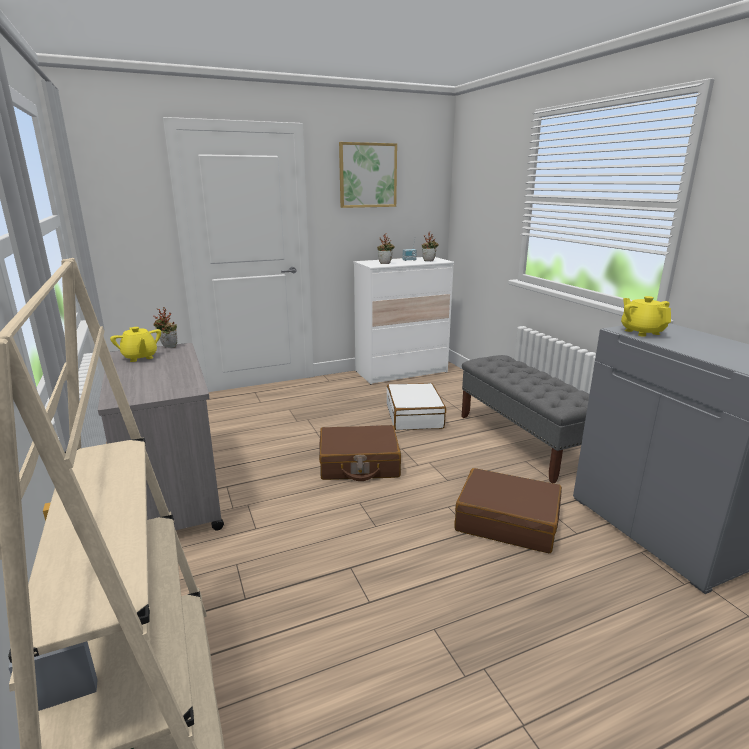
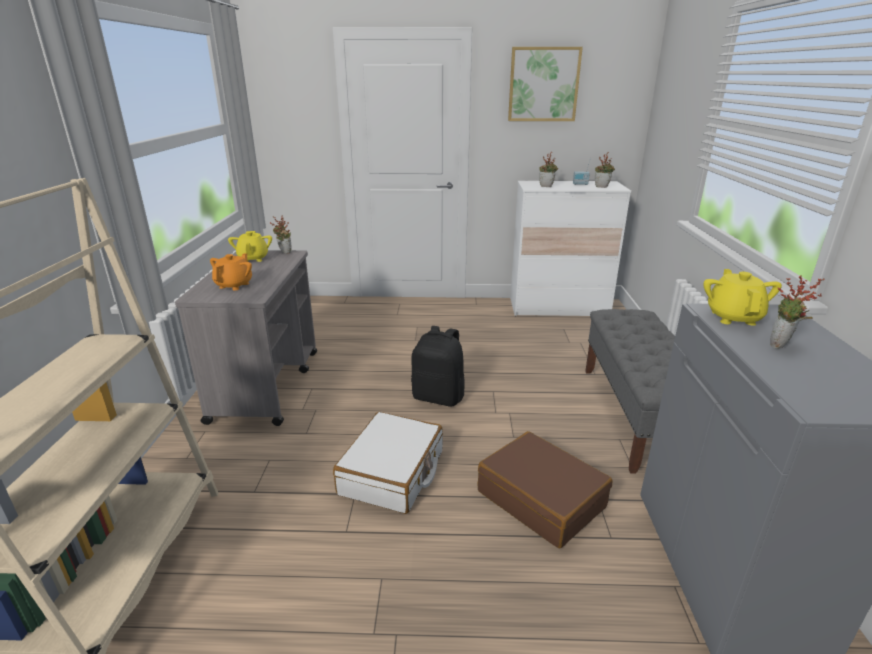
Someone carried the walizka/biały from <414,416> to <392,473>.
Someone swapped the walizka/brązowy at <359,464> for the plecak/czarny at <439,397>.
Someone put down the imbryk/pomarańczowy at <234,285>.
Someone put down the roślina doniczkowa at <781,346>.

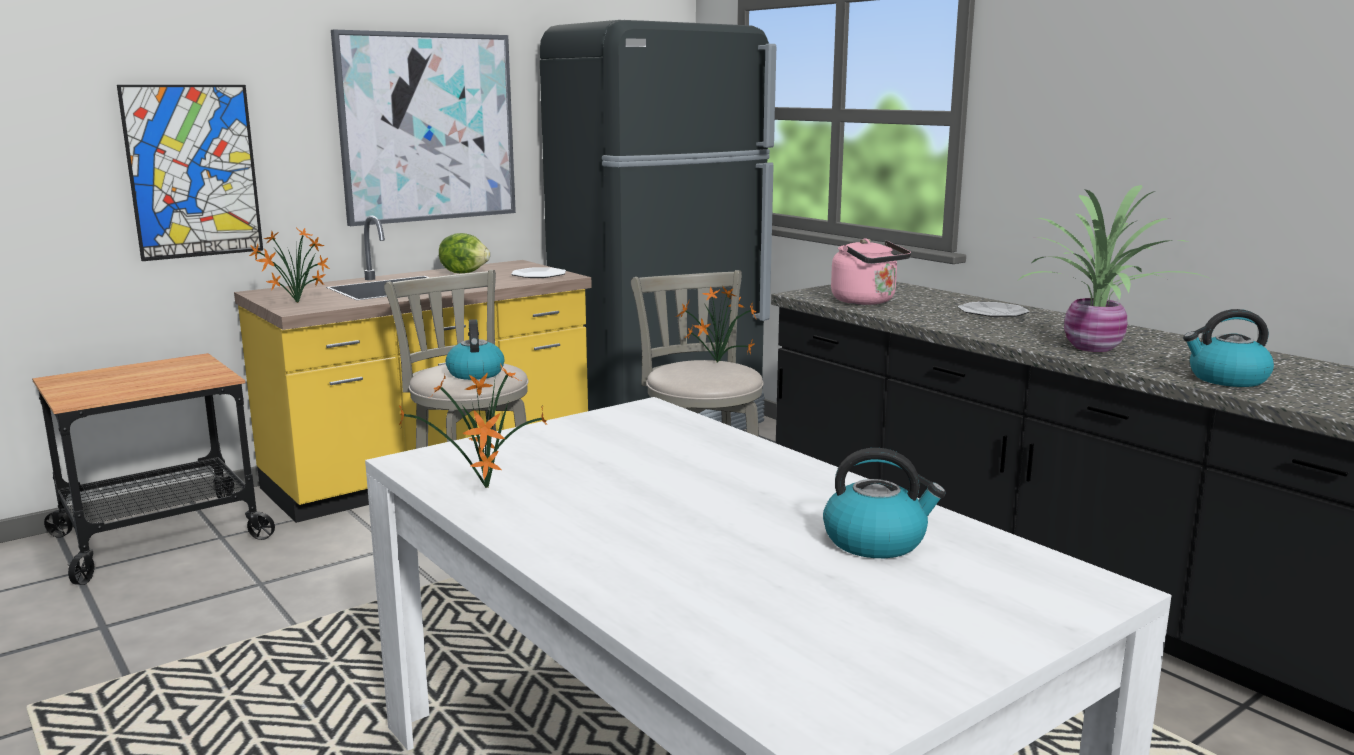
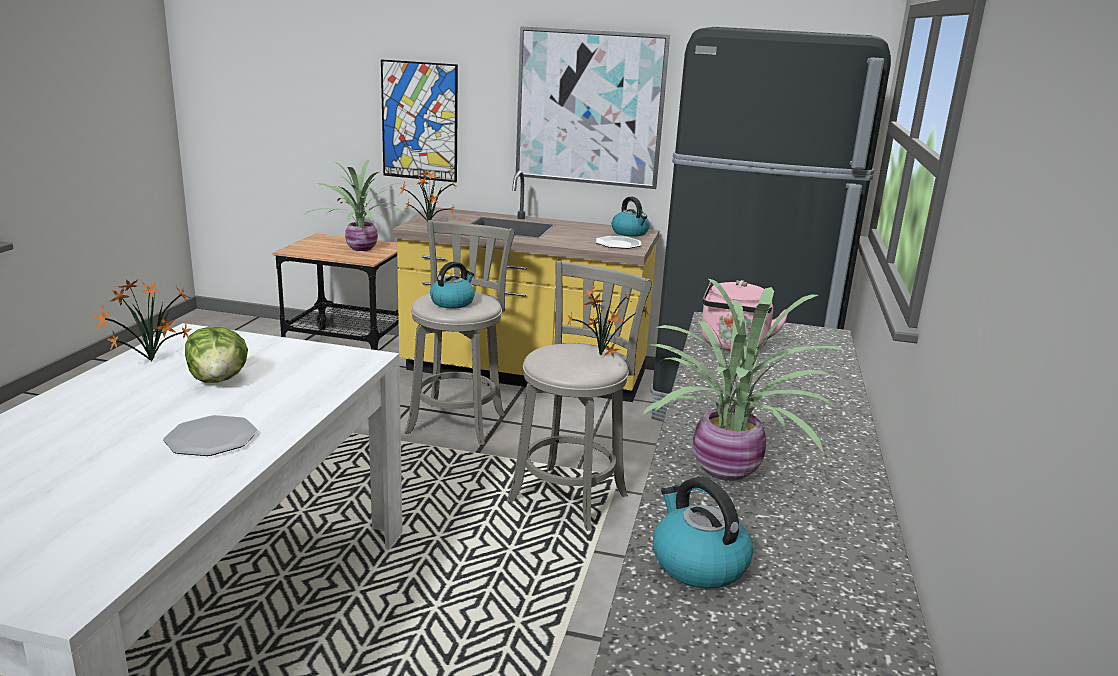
Someone carried the sałata from <465,273> to <219,380>.
Someone carried the talerz from <992,312> to <211,438>.
Someone carried the czajnik from <876,541> to <630,233>.
Someone put down the roślina doniczkowa at <360,248>.

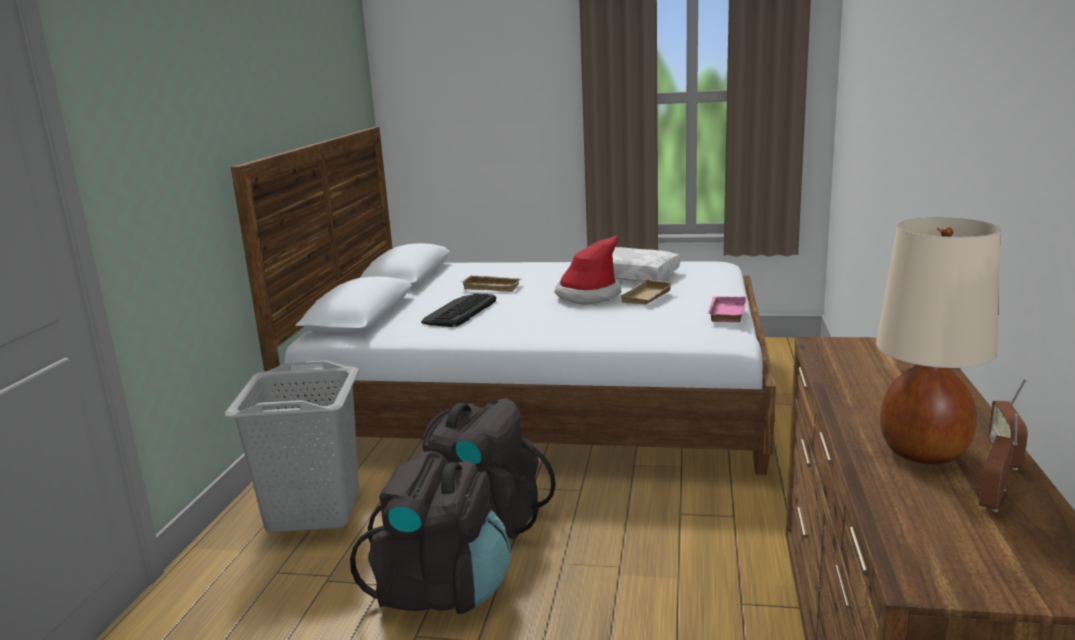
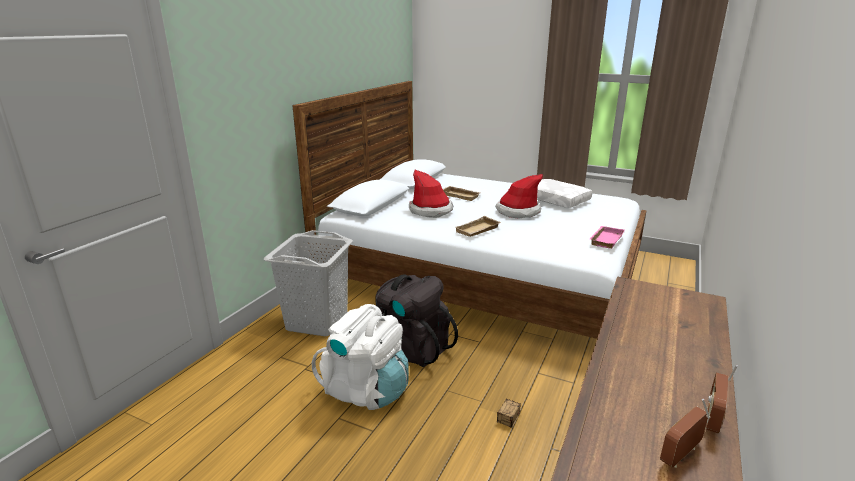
Someone took away the lampa stołowa/beżowy at <923,453>.
Someone carried the taca/beżowy from <648,297> to <478,230>.
Someone swapped the klawiatura at <459,311> for the kapelusz at <431,210>.
Someone repainted the plecak/czarny at <440,589>, which became the plecak/biały at <366,390>.
Someone put down the pojemnik do przechowywania at <502,428>.

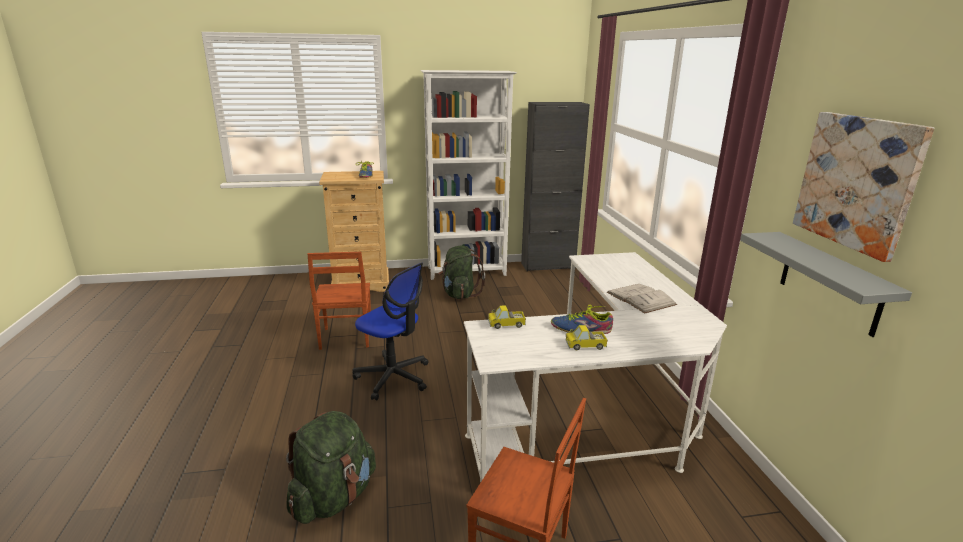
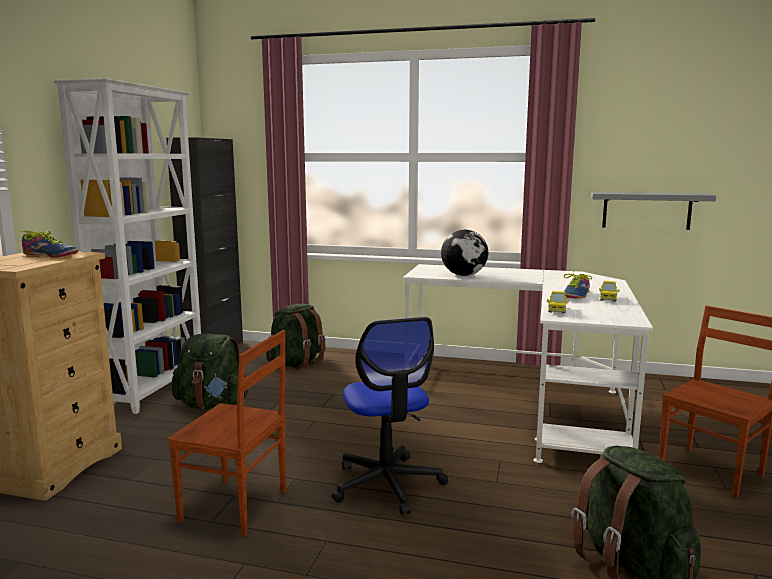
Someone took away the obraz at <857,182>.
Someone rotated the krzesło biurowe at <393,377> by 105 degrees clockwise.
Someone took away the książka/biały at <641,298>.
Someone put down the globus at <464,275>.
Someone put down the plecak/zielony at <297,363>.

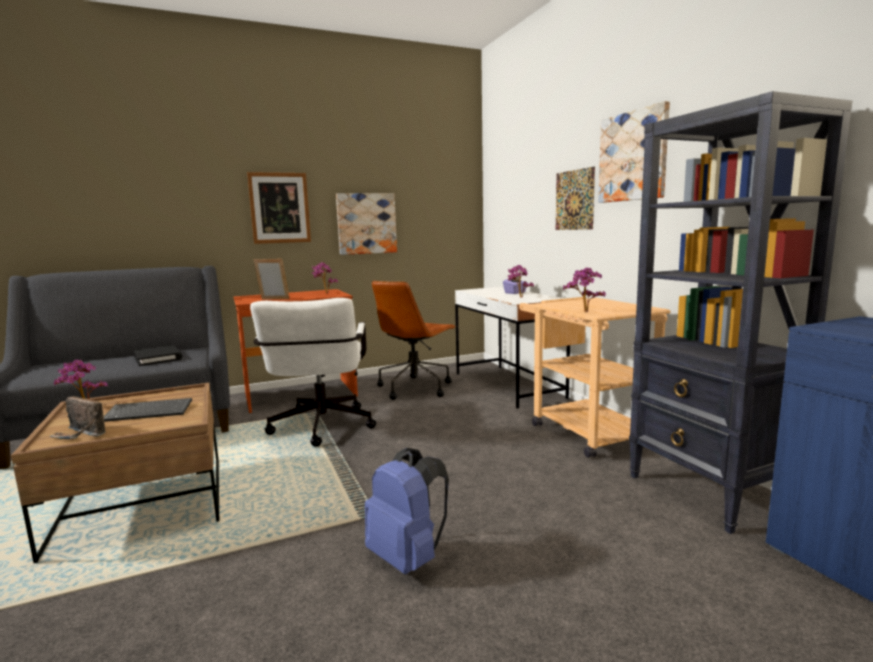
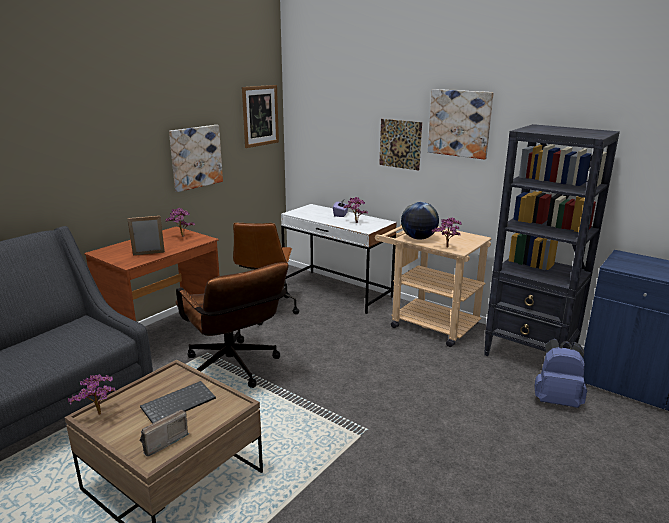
Someone carried the obraz from <279,208> to <260,116>.
Someone repainted the krzesło biurowe/biały at <321,429>, which became the krzesło biurowe/brązowy at <235,370>.
Someone took away the książka/czarny at <158,358>.
Someone rotated the radio at <80,434> by 135 degrees clockwise.
Someone carried the plecak/niebieski from <408,557> to <556,400>.
Someone put down the globus at <418,238>.

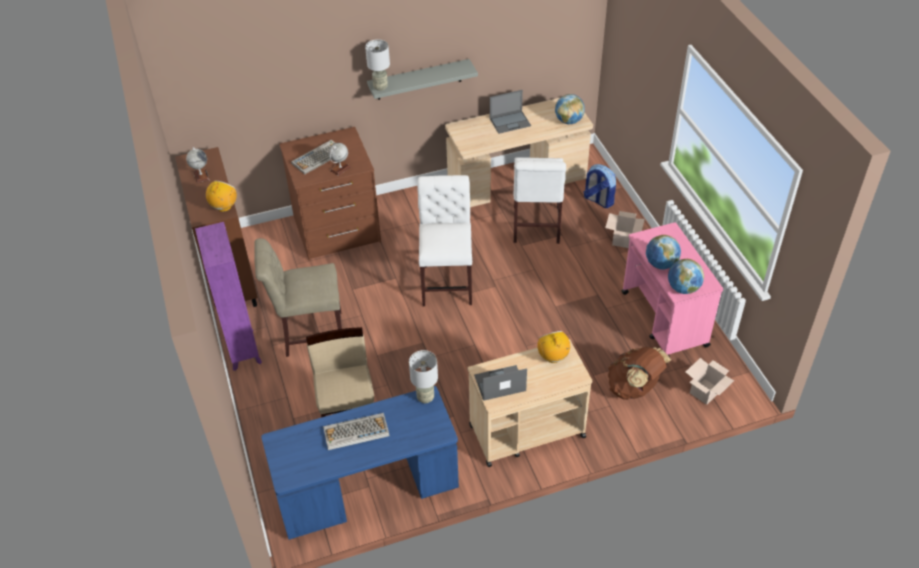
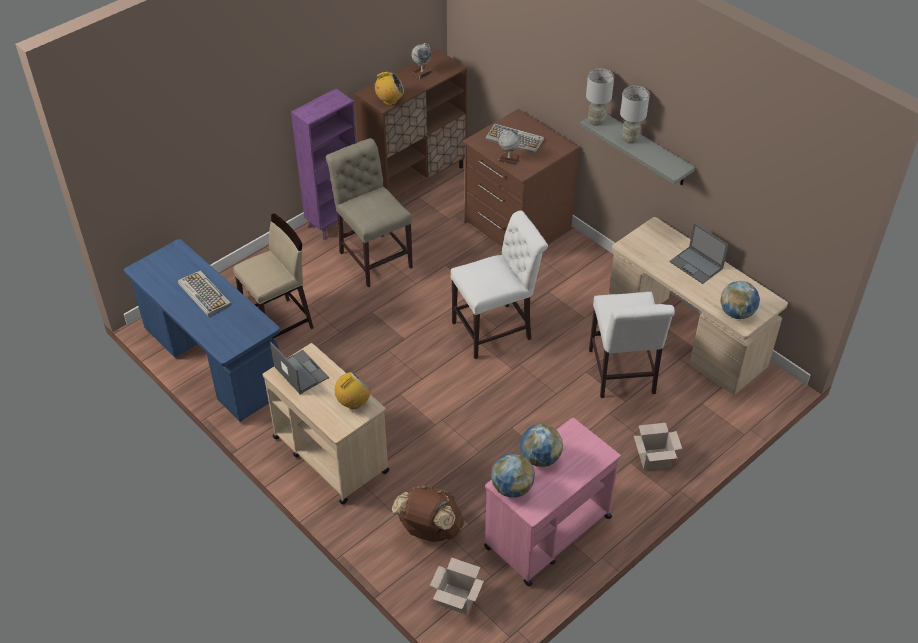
Someone rotated the krzesło/biały at <536,227> by 75 degrees counterclockwise.
Someone took away the plecak at <598,200>.
Someone carried the lampa stołowa/szary from <426,397> to <630,139>.

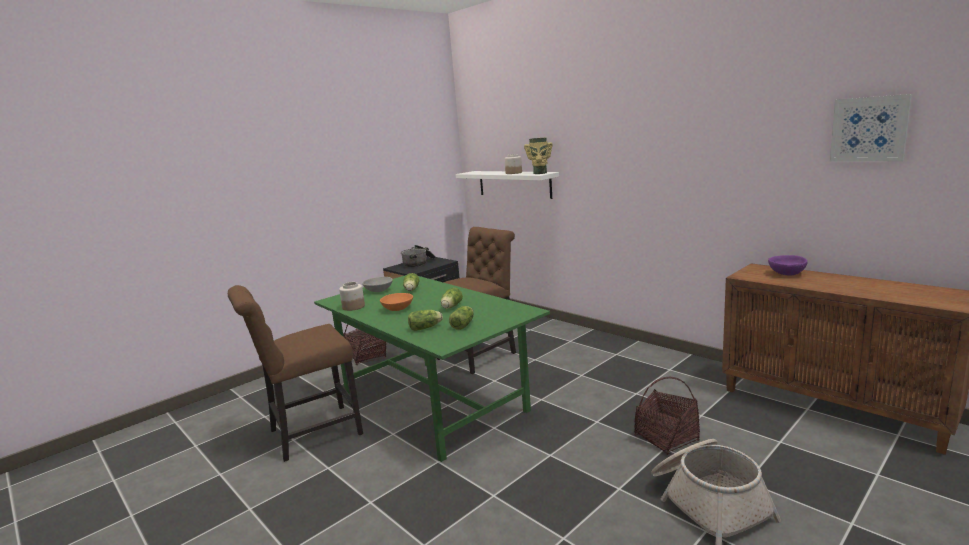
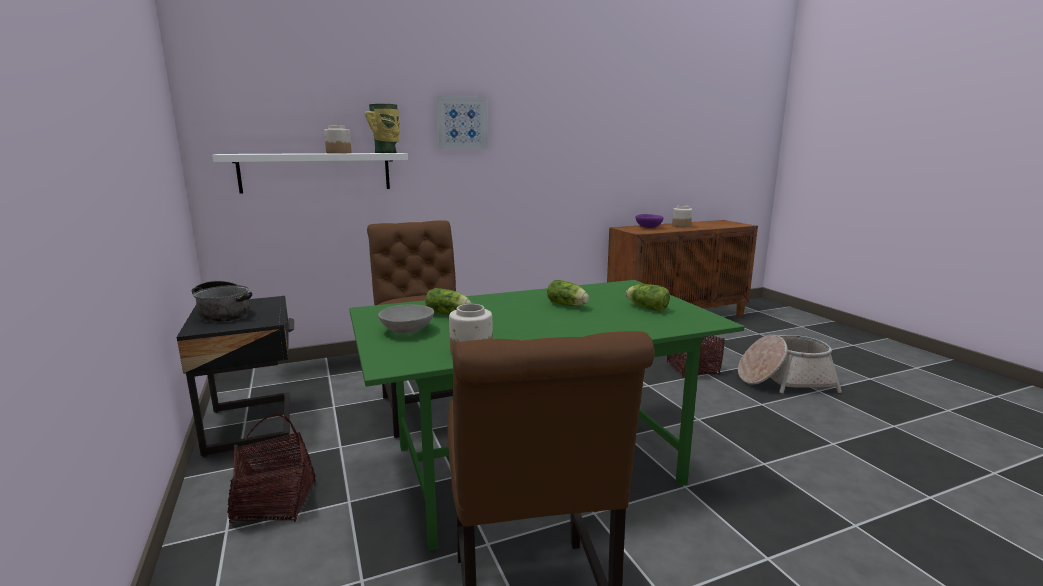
Someone carried the obraz from <869,129> to <462,123>.
Someone took away the miska/pomarańczowy at <397,309>.
Someone took away the sałata at <426,327>.
Someone put down the słoik at <681,226>.

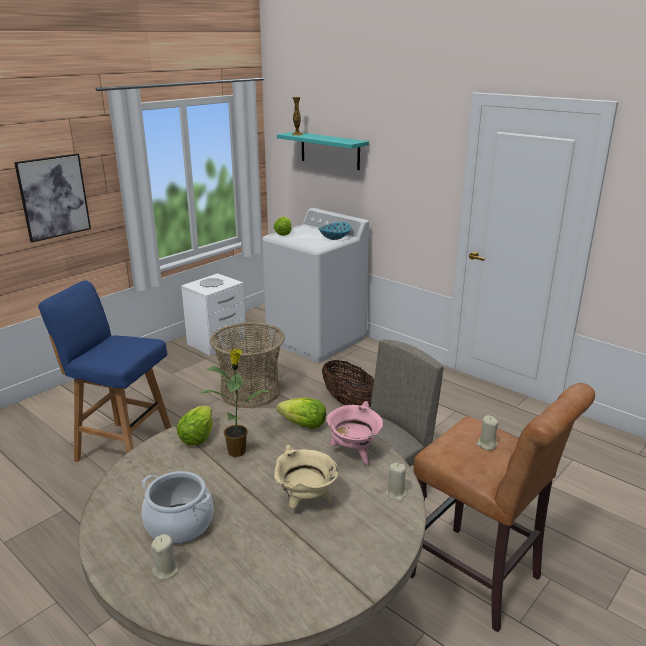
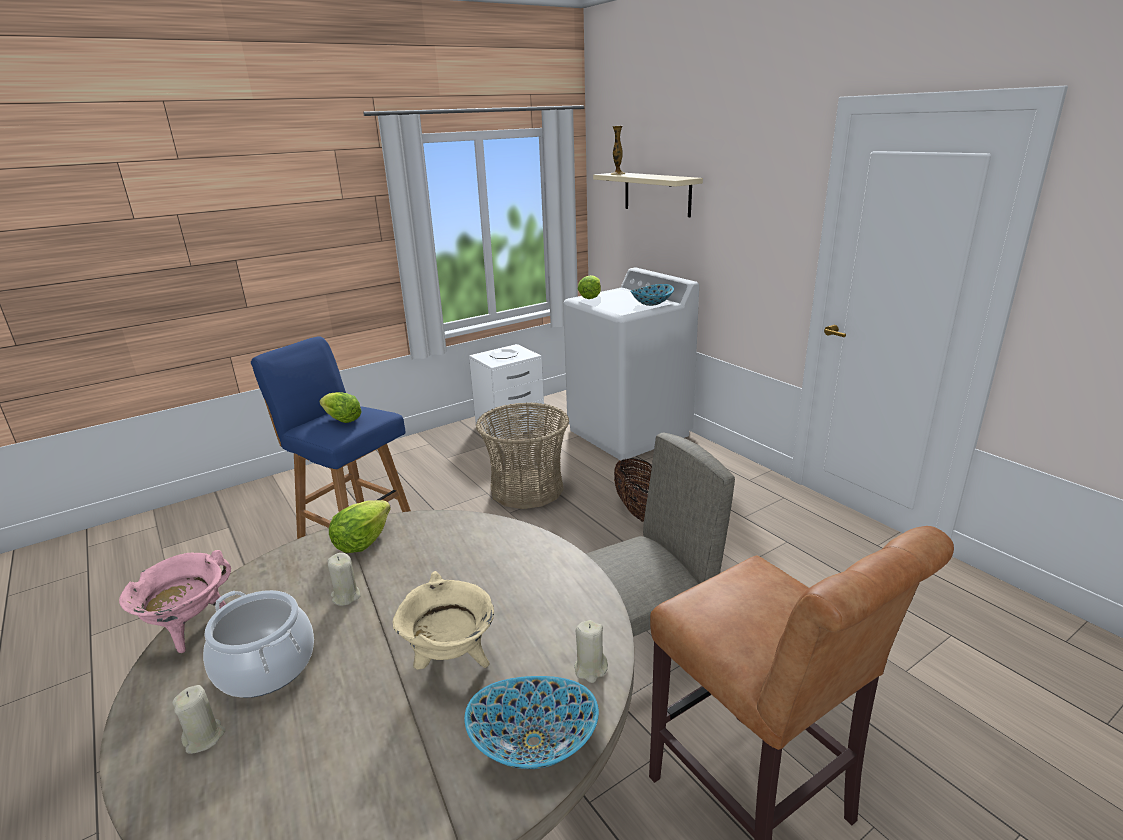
Someone repainted the półka/turkusowy at <330,150>, which became the półka/beżowy at <657,194>.
Someone took away the obraz at <53,197>.
Someone took away the roślina doniczkowa at <238,450>.
Someone carried the sałata from <303,425> to <342,420>.
Someone carried the garnek/różowy from <354,453> to <189,628>.
Someone carried the świeca/beżowy from <486,444> to <345,596>.
Someone put down the miska at <534,743>.

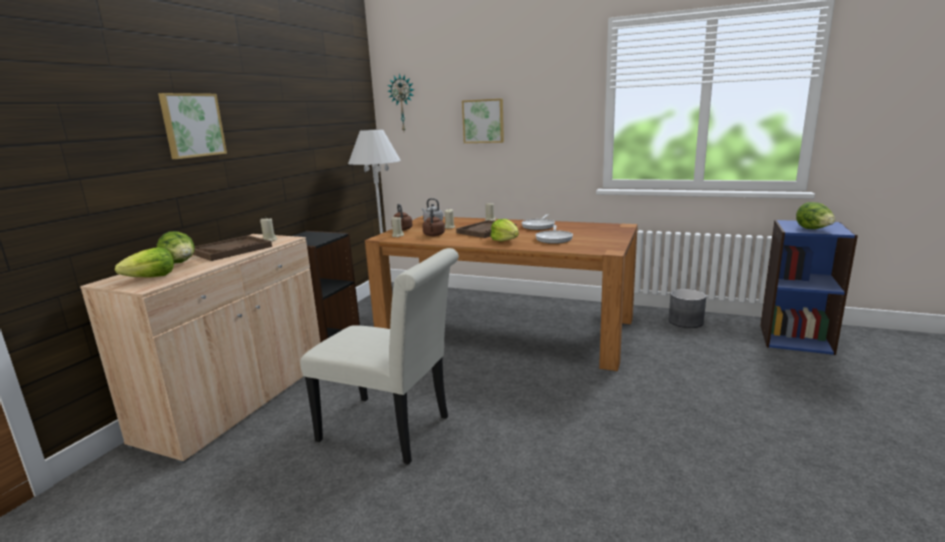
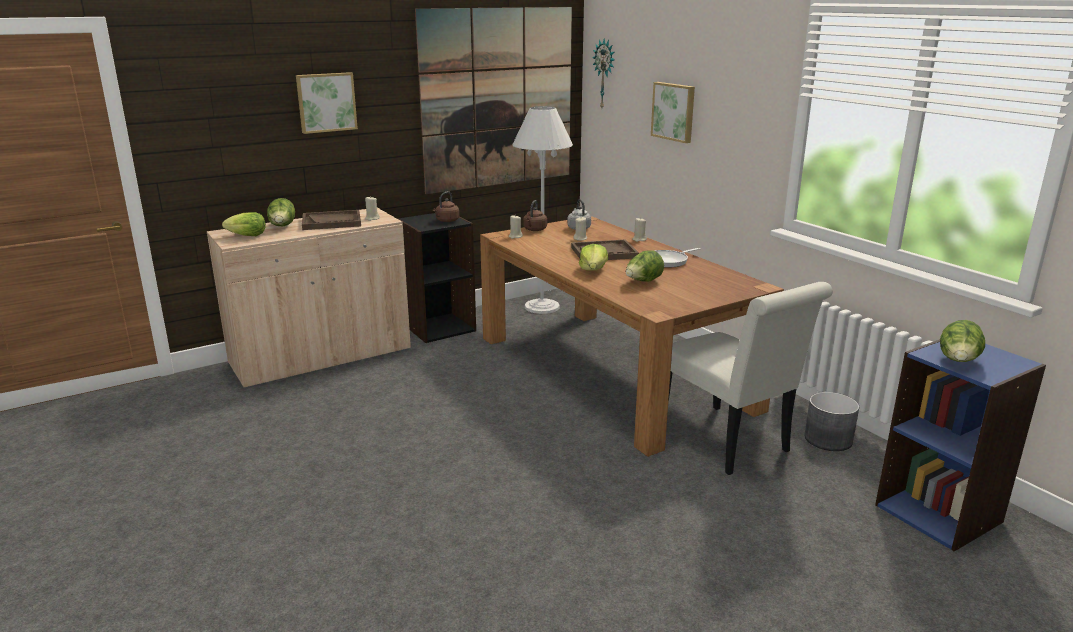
Someone carried the czajnik/brązowy from <434,235> to <446,221>.
Someone swapped the patelnia at <554,239> for the sałata at <643,282>.
Someone carried the krzesło/biały from <392,430> to <728,443>.
Someone put up the obraz at <498,99>.

